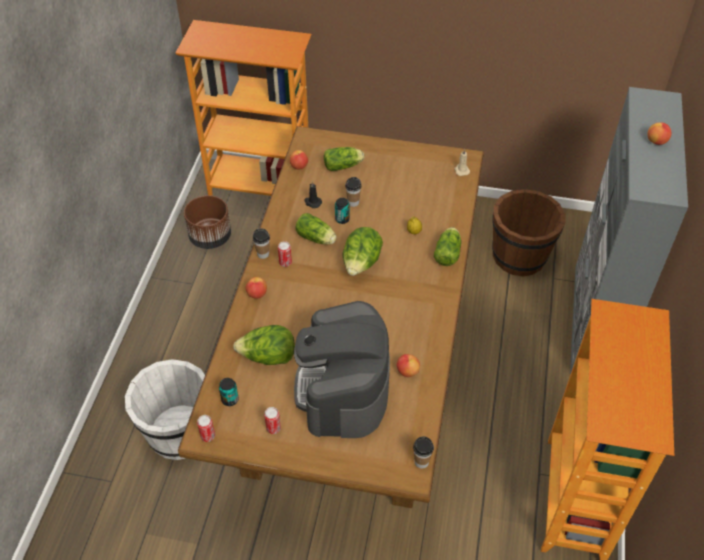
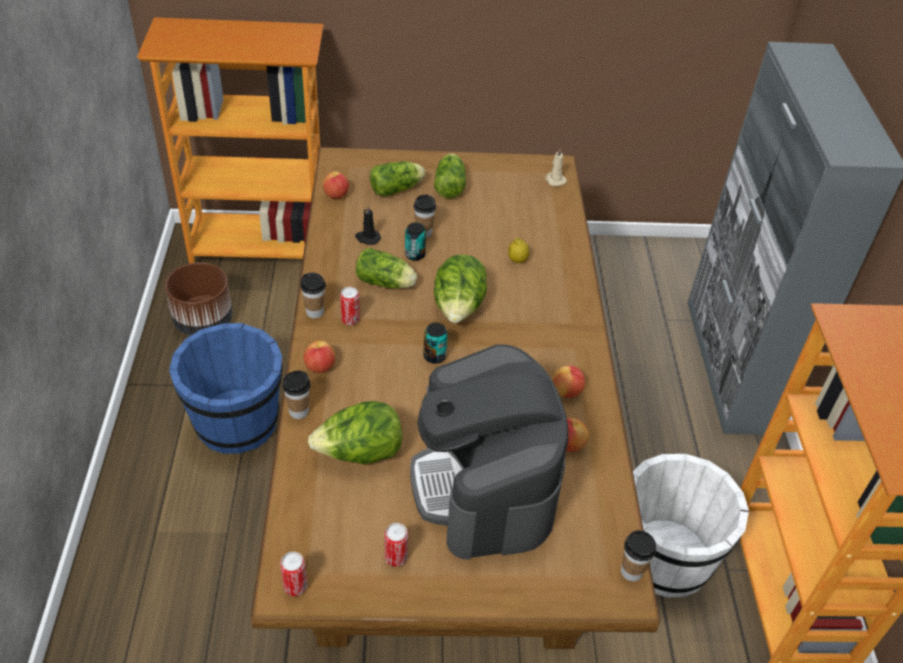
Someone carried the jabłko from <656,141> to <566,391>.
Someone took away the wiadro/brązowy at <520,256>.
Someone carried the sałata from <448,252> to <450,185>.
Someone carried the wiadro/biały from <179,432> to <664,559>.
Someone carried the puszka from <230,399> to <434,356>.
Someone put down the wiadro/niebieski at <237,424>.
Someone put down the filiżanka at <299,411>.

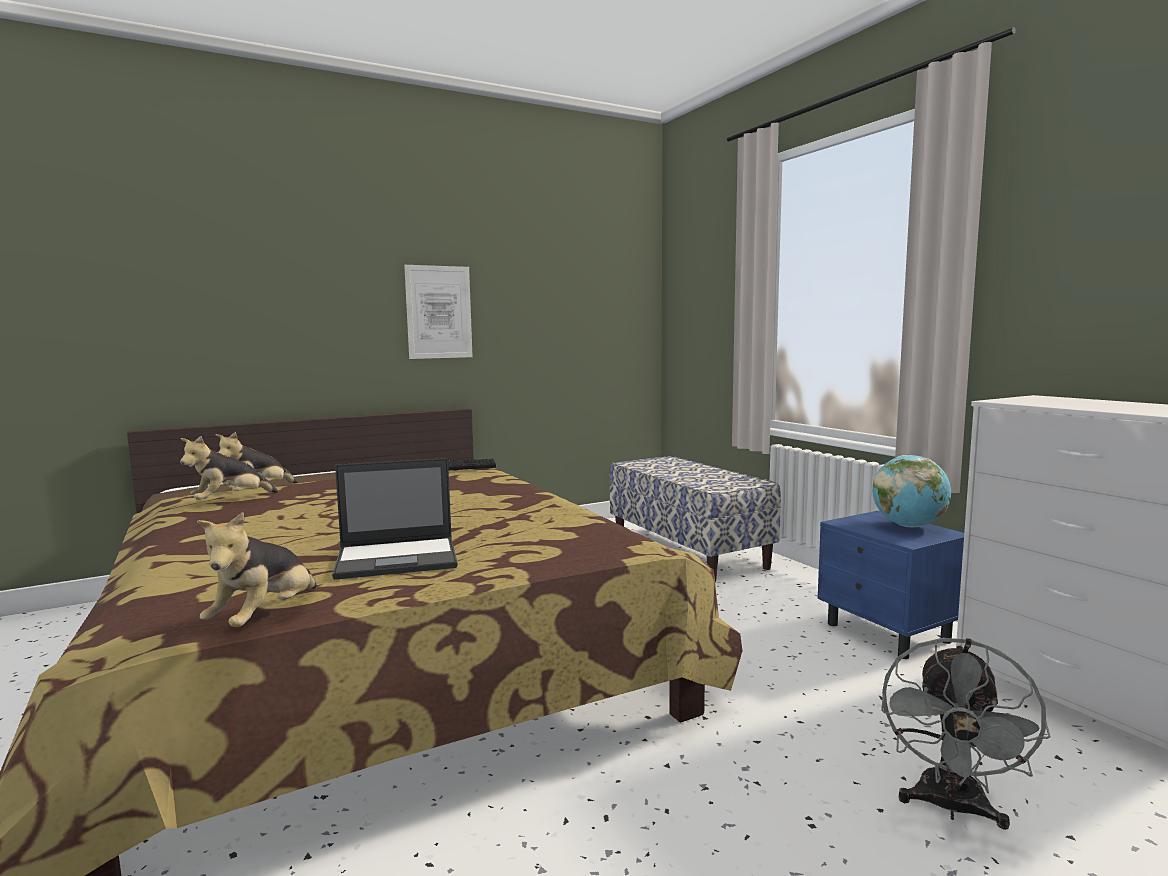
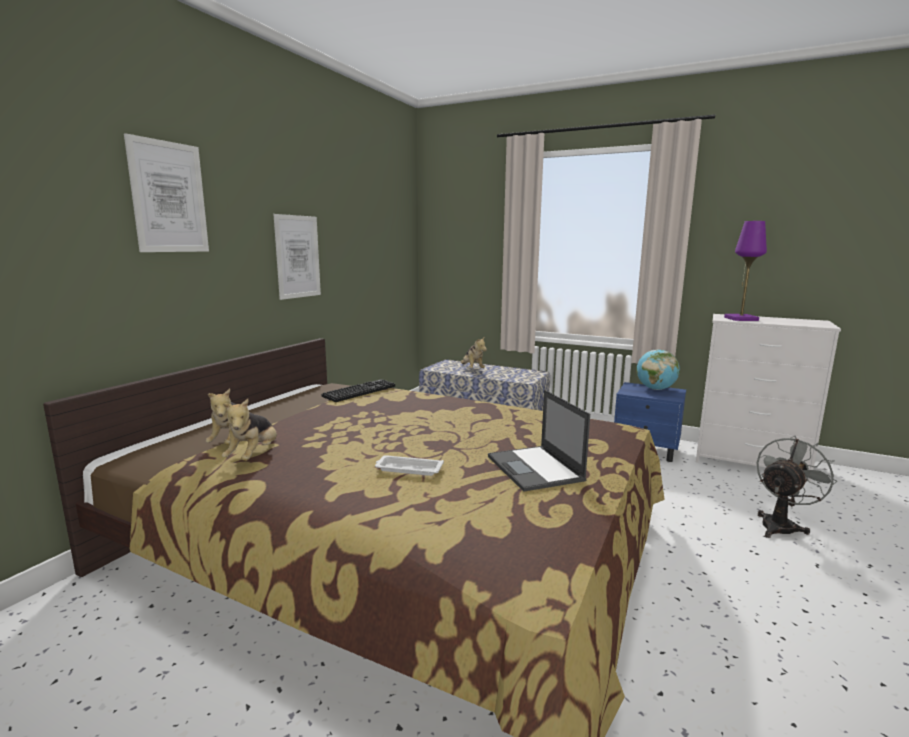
Someone rotated the laptop at <398,558> by 120 degrees clockwise.
Someone carried the pluszak from <265,618> to <472,369>.
Someone rotated the wentylator/szary at <951,808> by 120 degrees counterclockwise.
Someone put up the obraz at <169,197>.
Someone put down the lampa stołowa/fioletowy at <740,319>.
Someone put down the taca/biały at <408,469>.

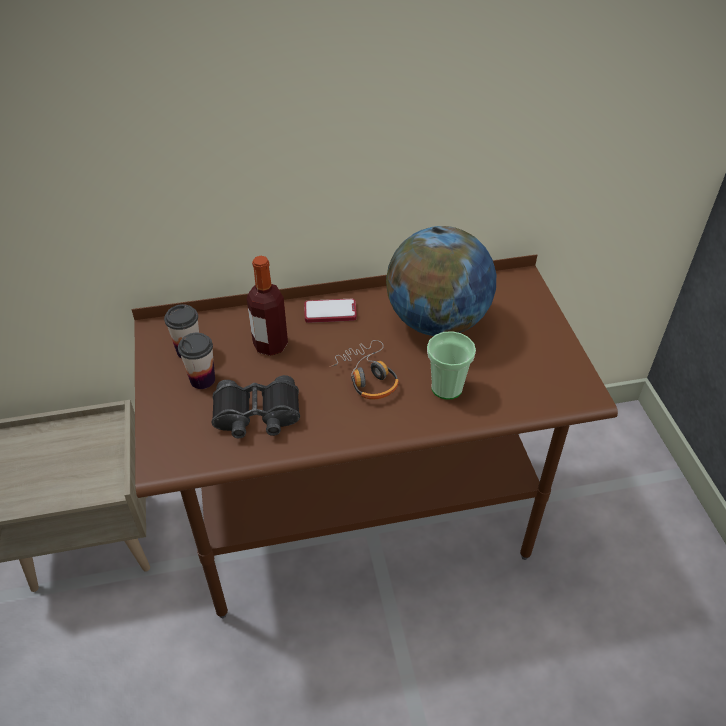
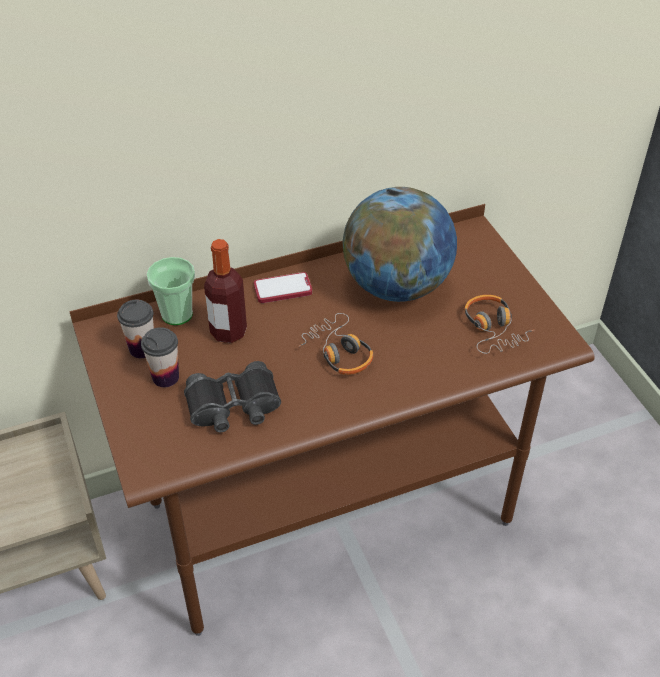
Someone carried the filiżanka from <446,388> to <177,314>.
Someone put down the słuchawki at <493,329>.

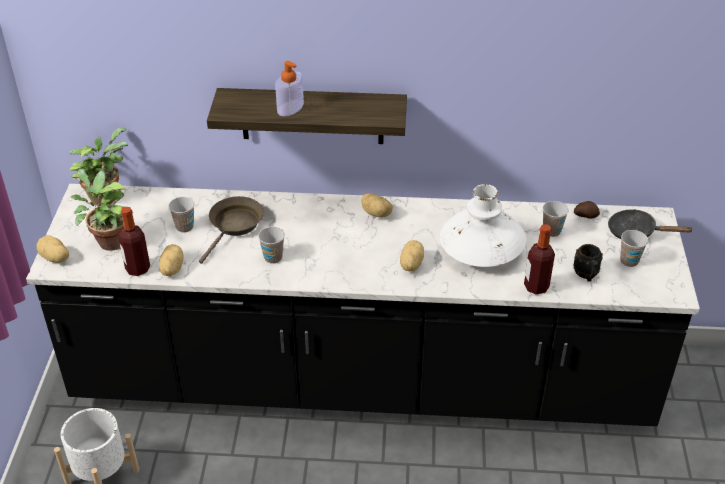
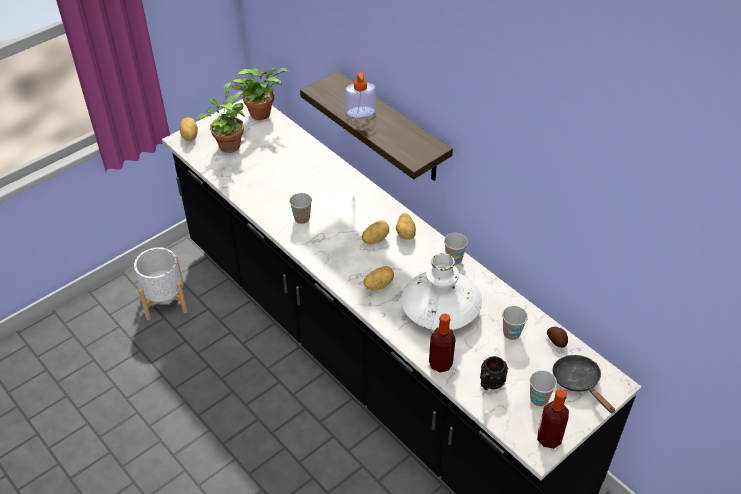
Someone took away the patelnia/brązowy at <234,226>.
Someone carried the filiżanka from <184,227> to <454,259>.
Someone carried the butelka from <138,269> to <549,438>.
Someone carried the ziemniak from <171,269> to <375,239>.

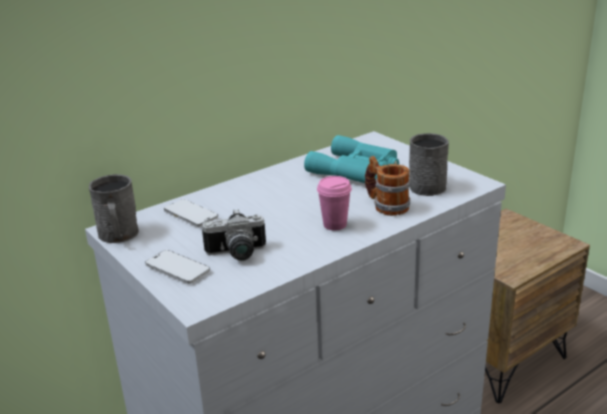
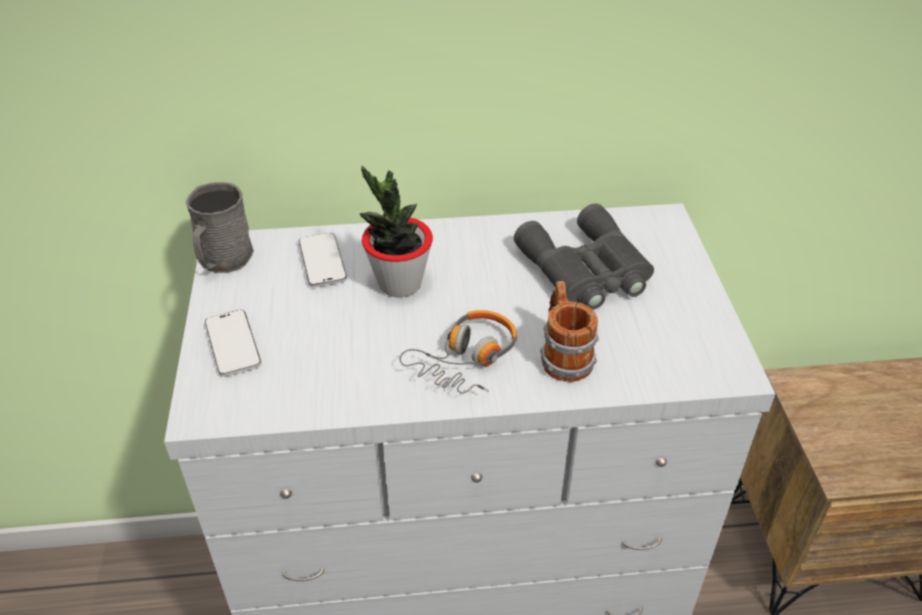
Someone took away the kubek/szary at <426,184>.
Someone repainted the lornetka/turkusowy at <356,170>, which became the lornetka/szary at <586,271>.
Someone swapped the filiżanka/różowy at <335,225> for the słuchawki at <466,359>.
Someone took away the aparat fotograficzny at <237,254>.
Someone put down the roślina doniczkowa at <399,283>.

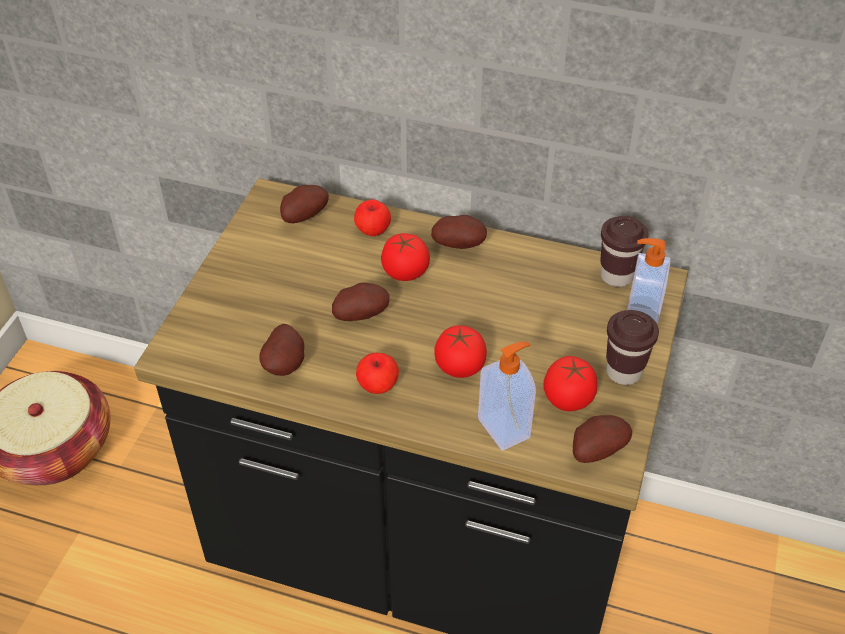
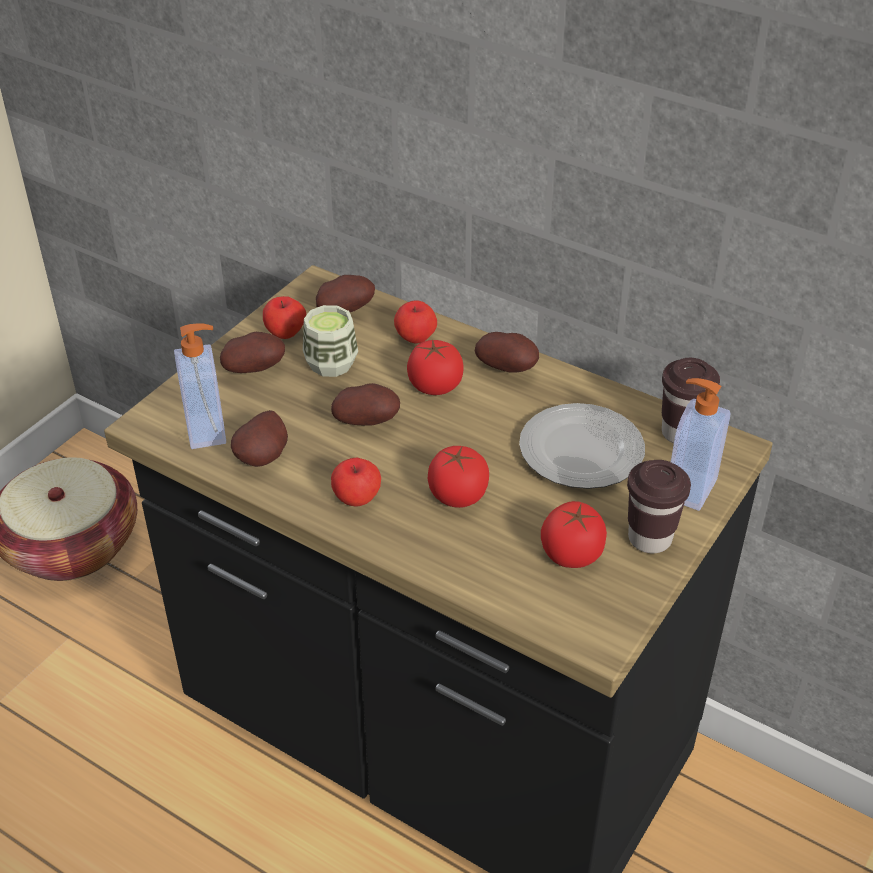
Someone carried the dozownik mydła from <505,428> to <208,430>.
Someone carried the ziemniak from <595,450> to <255,369>.
Someone put down the jabłko at <285,333>.
Someone put down the filiżanka at <331,363>.
Someone put down the talerz at <581,452>.

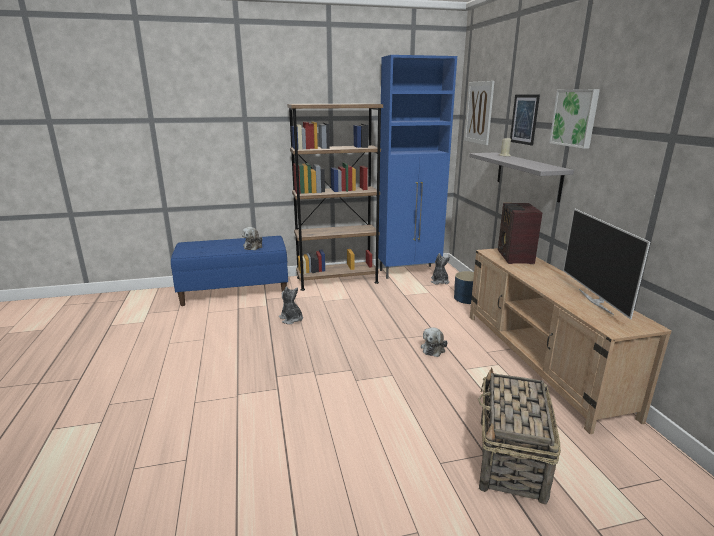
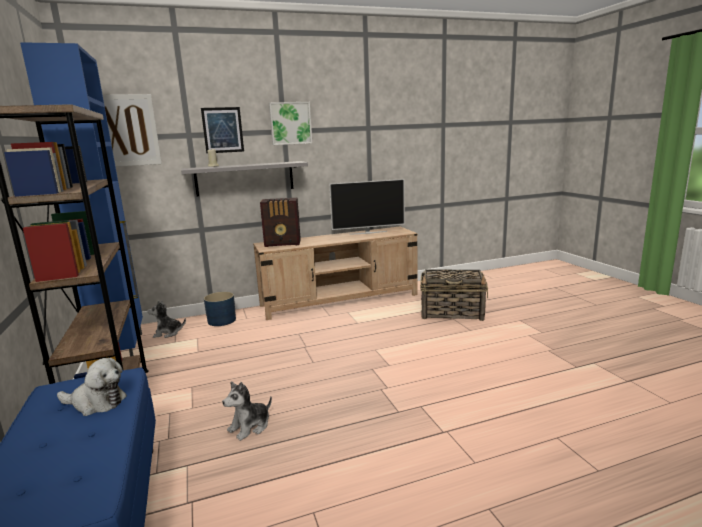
Someone took away the pluszak at <433,348>.

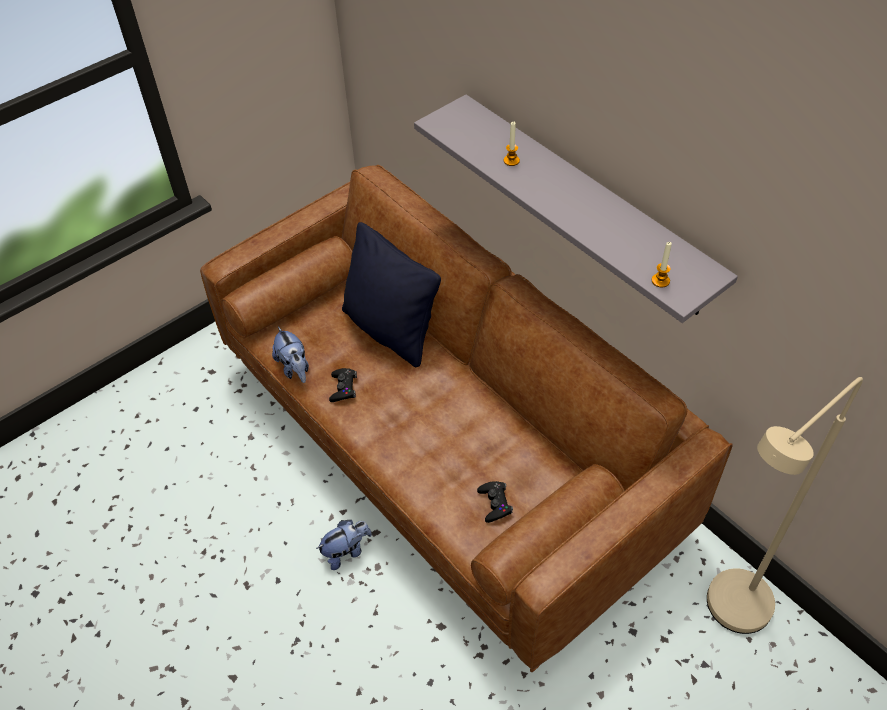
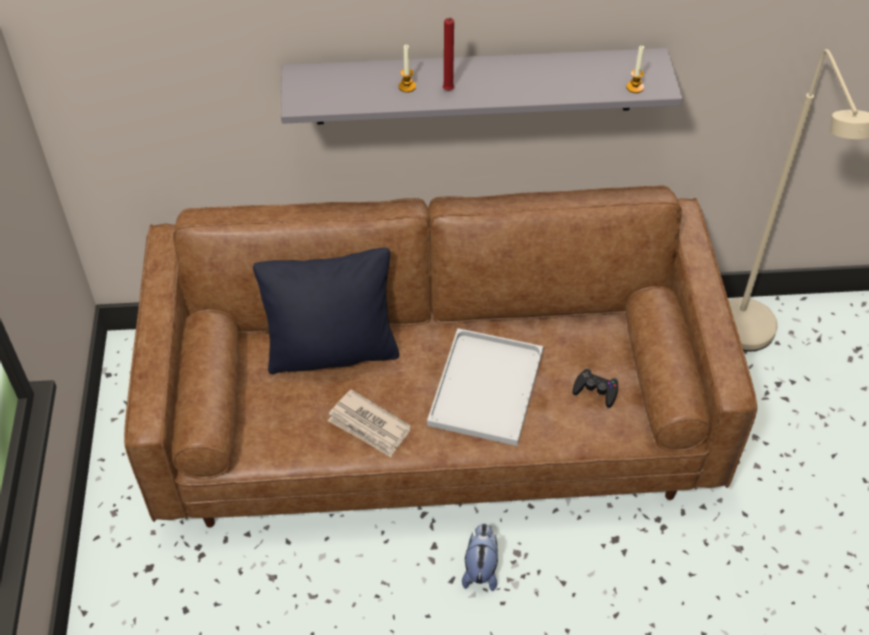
Someone took away the pluszak at <294,368>.
Someone swapped the pad do gier/czarny at <343,388> for the gazeta at <369,426>.
Someone put down the świeca/czerwony at <448,91>.
Someone put down the taca/biały at <487,390>.

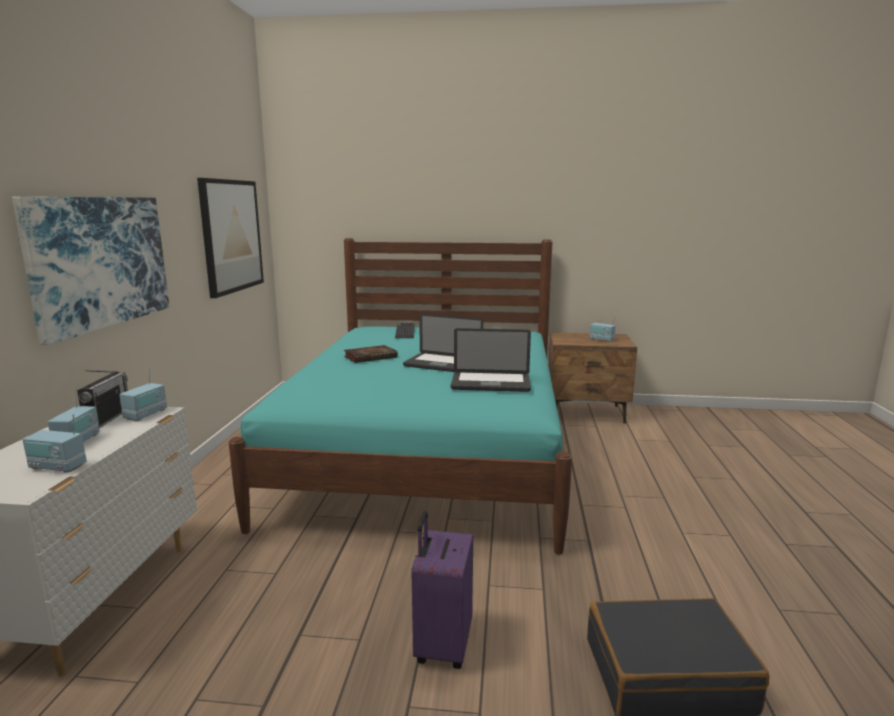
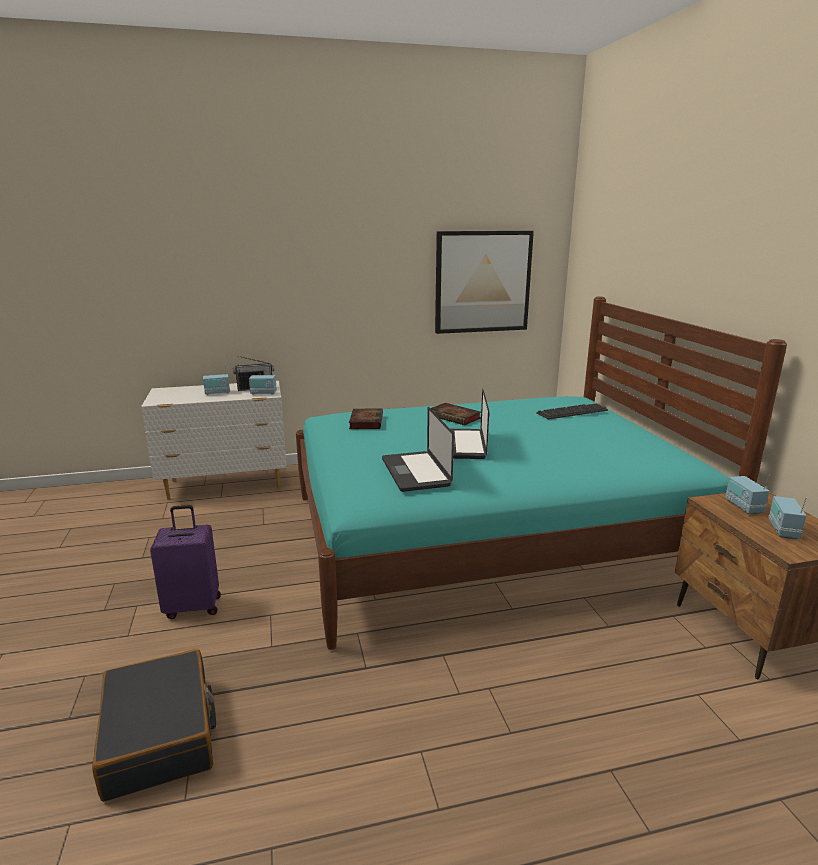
Someone took away the obraz at <100,262>.
Someone carried the radio from <57,467> to <743,507>.
Someone put down the książka at <366,421>.

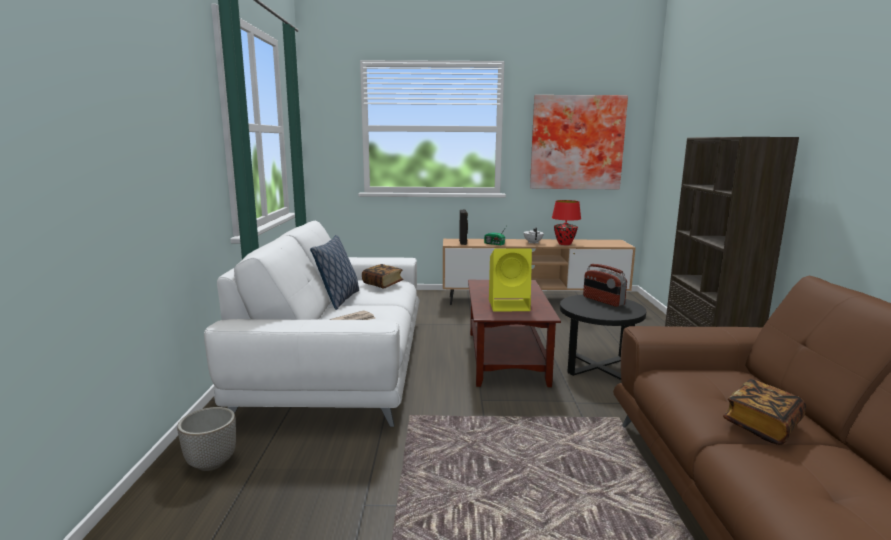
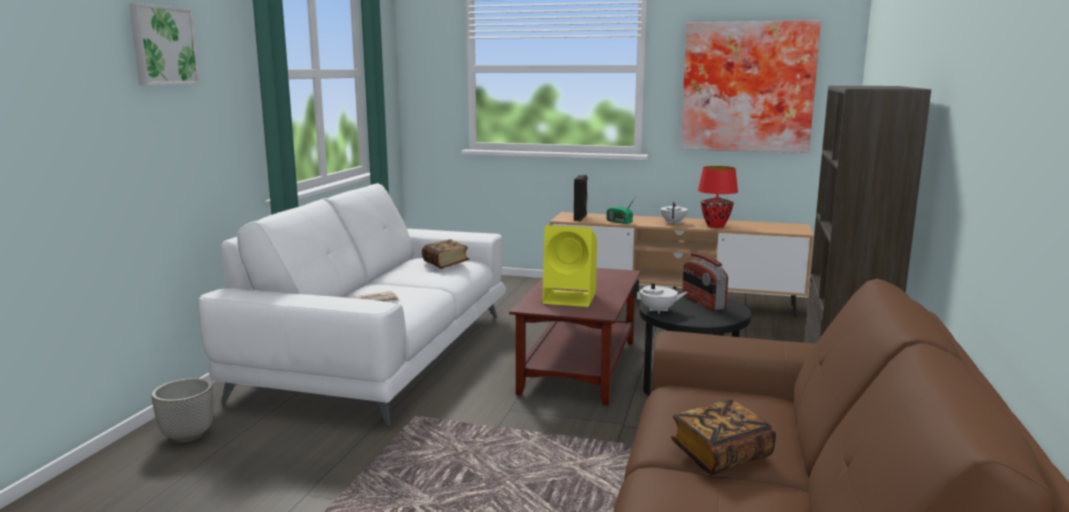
Someone took away the poduszka at <338,300>.
Someone put up the obraz at <162,45>.
Someone put down the imbryk/biały at <658,310>.

